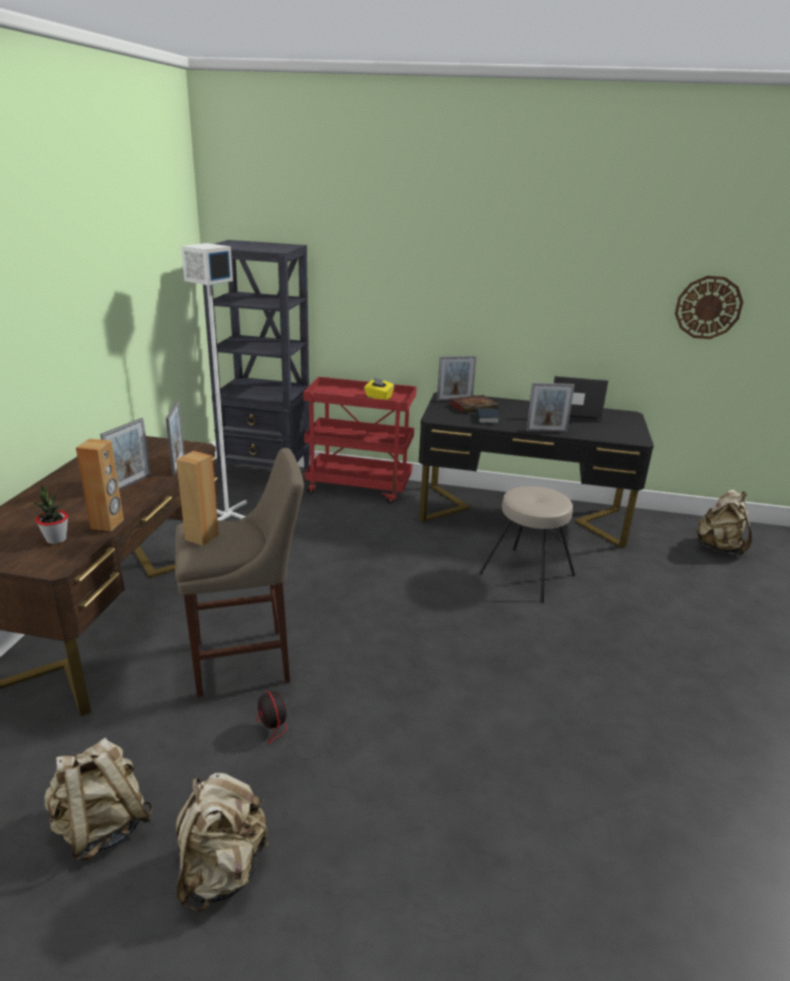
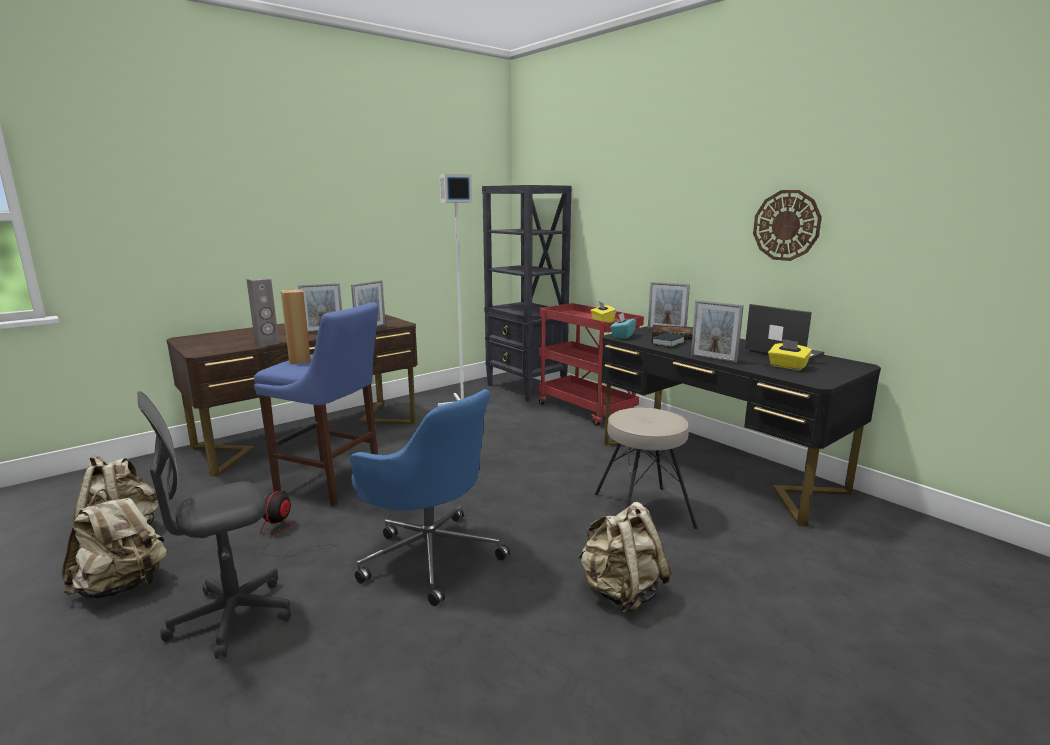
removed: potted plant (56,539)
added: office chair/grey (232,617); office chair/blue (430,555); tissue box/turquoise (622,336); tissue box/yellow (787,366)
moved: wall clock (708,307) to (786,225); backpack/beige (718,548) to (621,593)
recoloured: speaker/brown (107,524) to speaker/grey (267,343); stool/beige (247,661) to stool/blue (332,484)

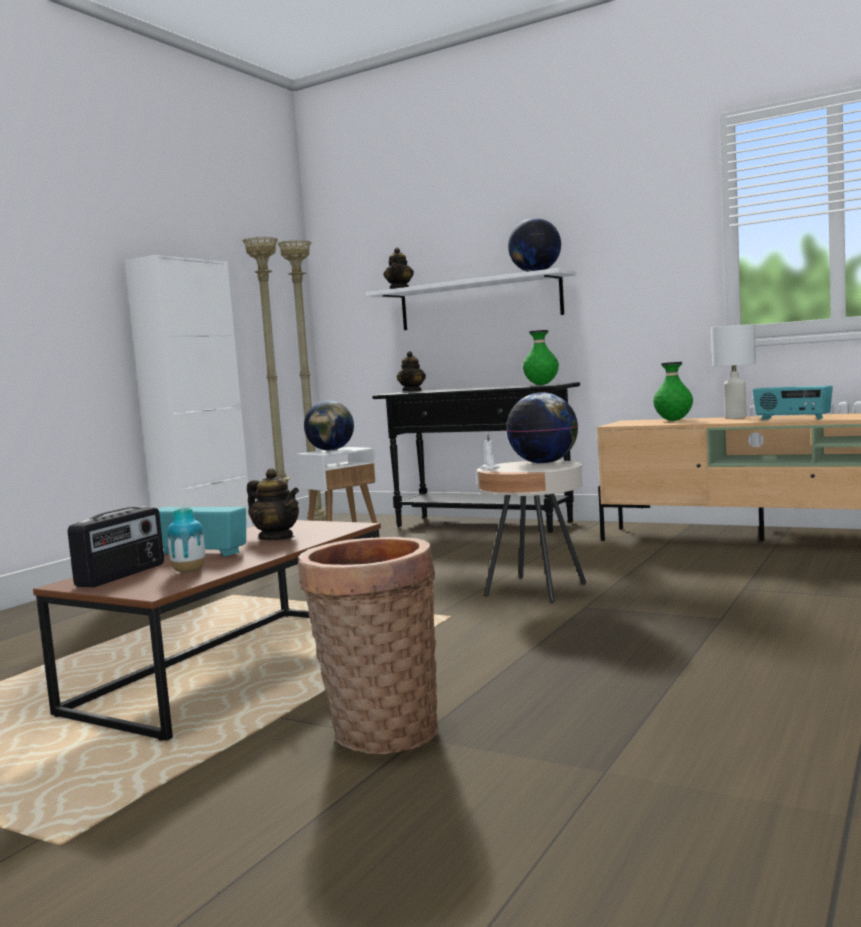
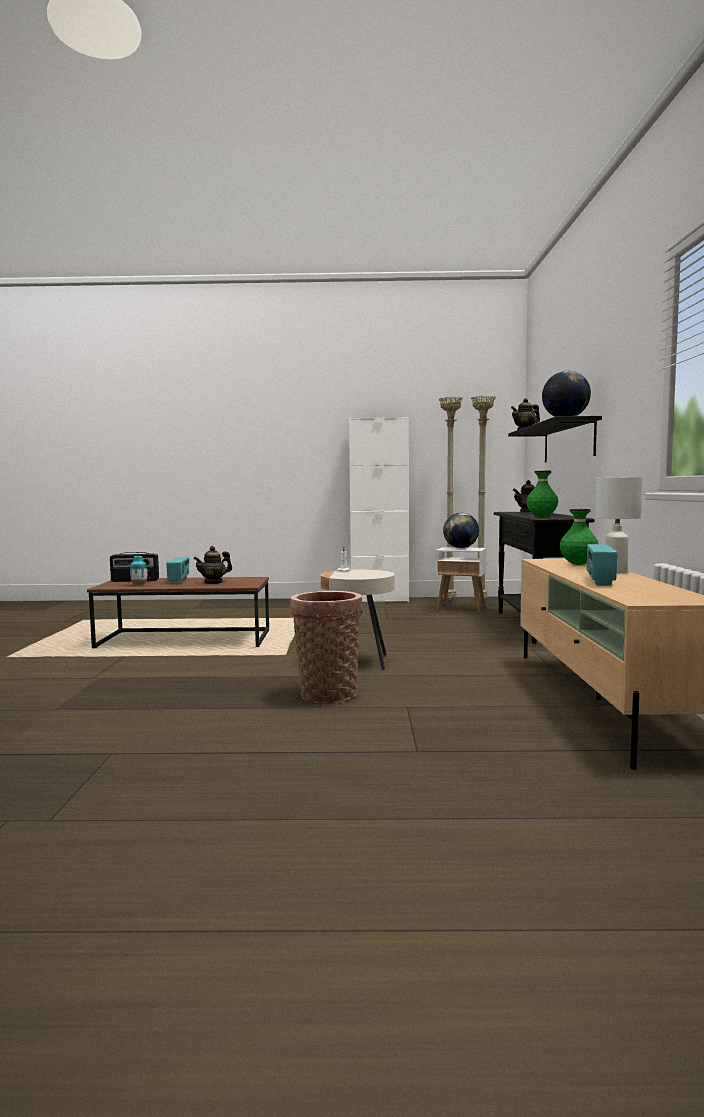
removed: globe (544,463)
moved: basket (378,731) to (327,693)
recoloured: shelf/white (479,303) to shelf/black (568,442)
turned: teapot (276,538) = (213,582) 45 degrees clockwise

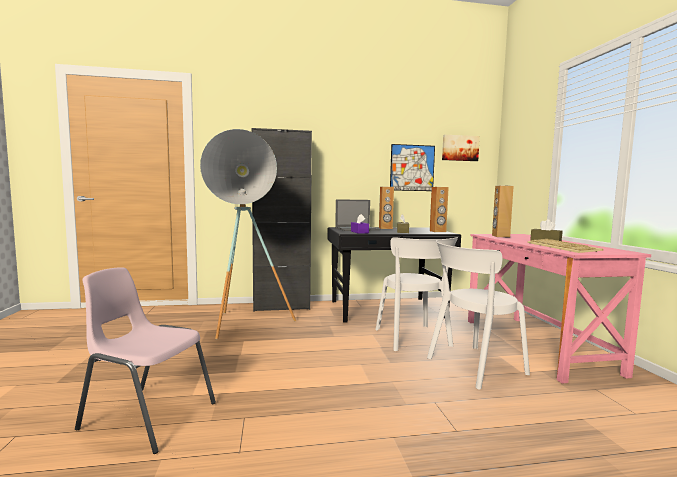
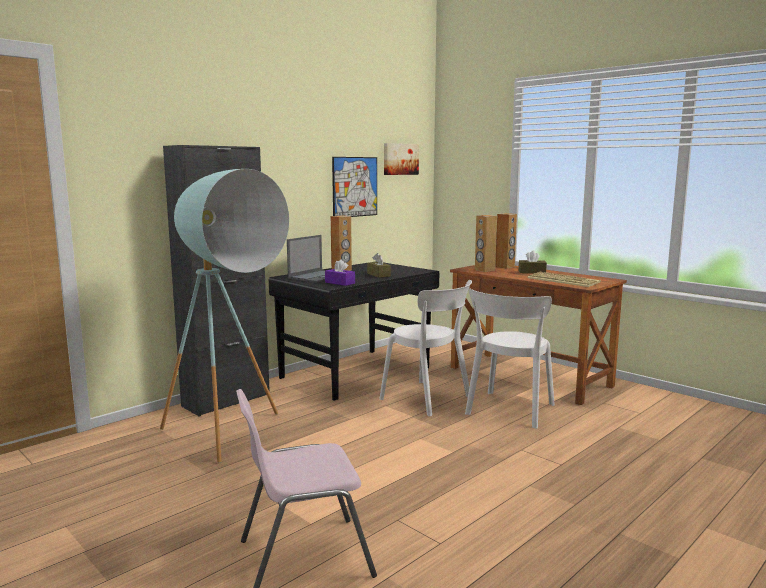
moved: speaker/brown (437,231) to (505,266)
recoloured: desk/pink (536,345) to desk/brown (529,377)

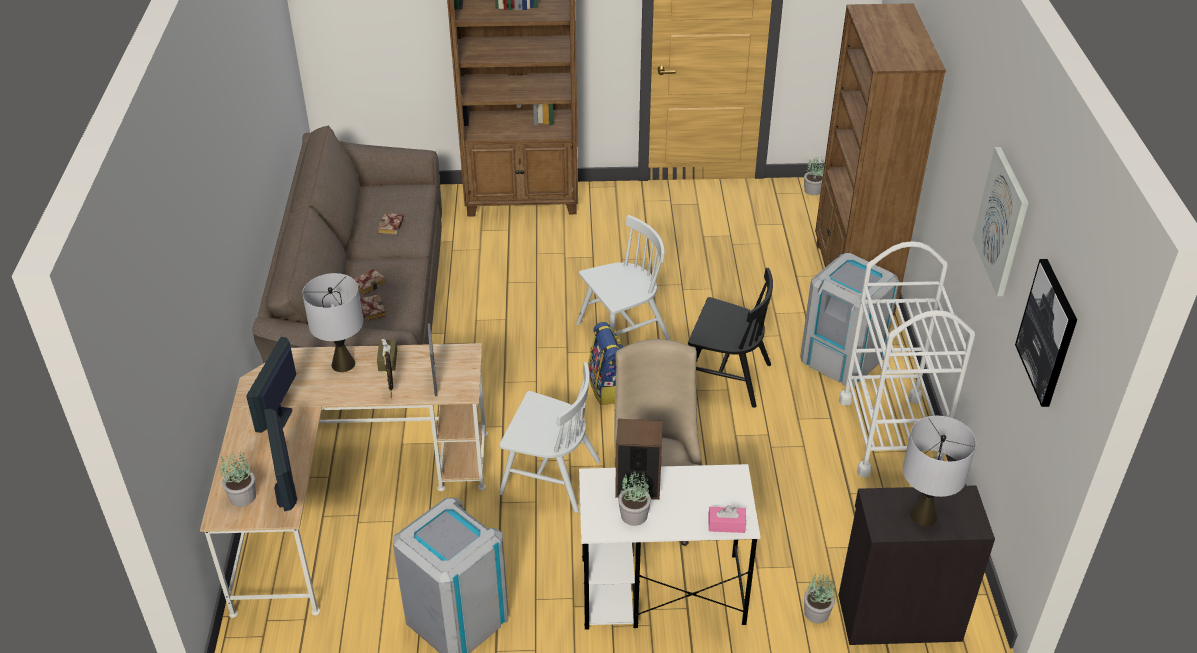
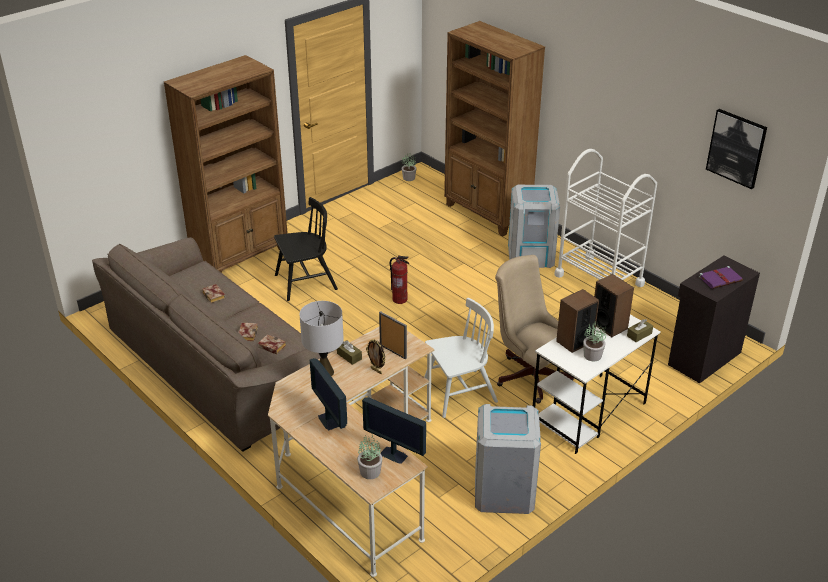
removed: backpack (608,388); potted plant (816,613); picture (1002,221)
added: speaker (609,325)
moved: chair/black (725,377) to (305,282)
replaced: chair/white (622,332) to fire extinguisher (400,299); table lamp/grey (923,515) to book/purple (720,279)
recoloured: tissue box/pink (726,525) to tissue box/brown (639,335)

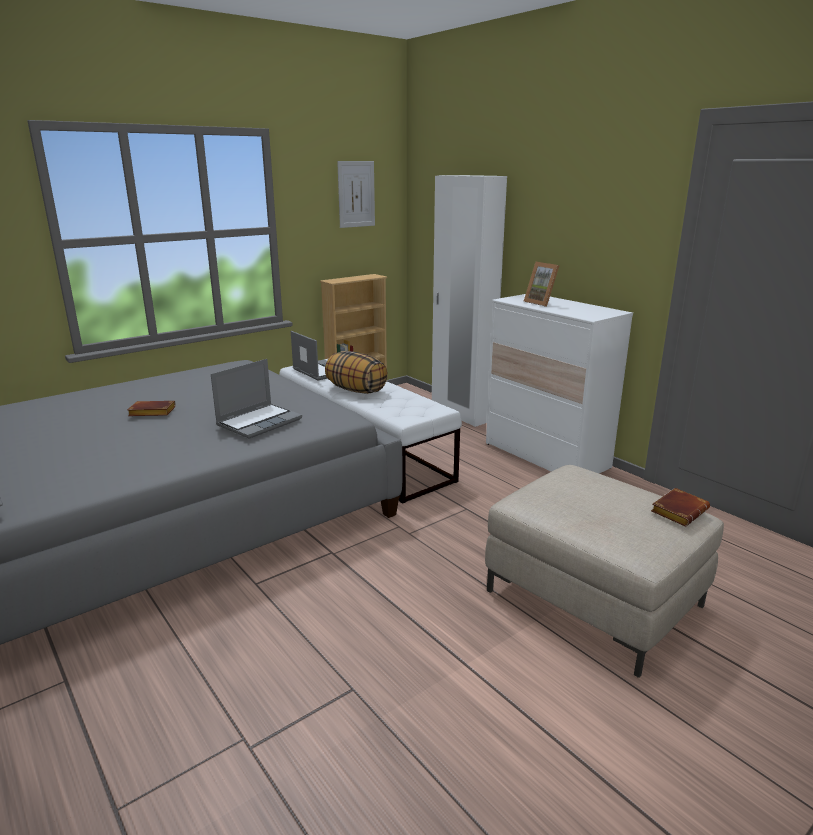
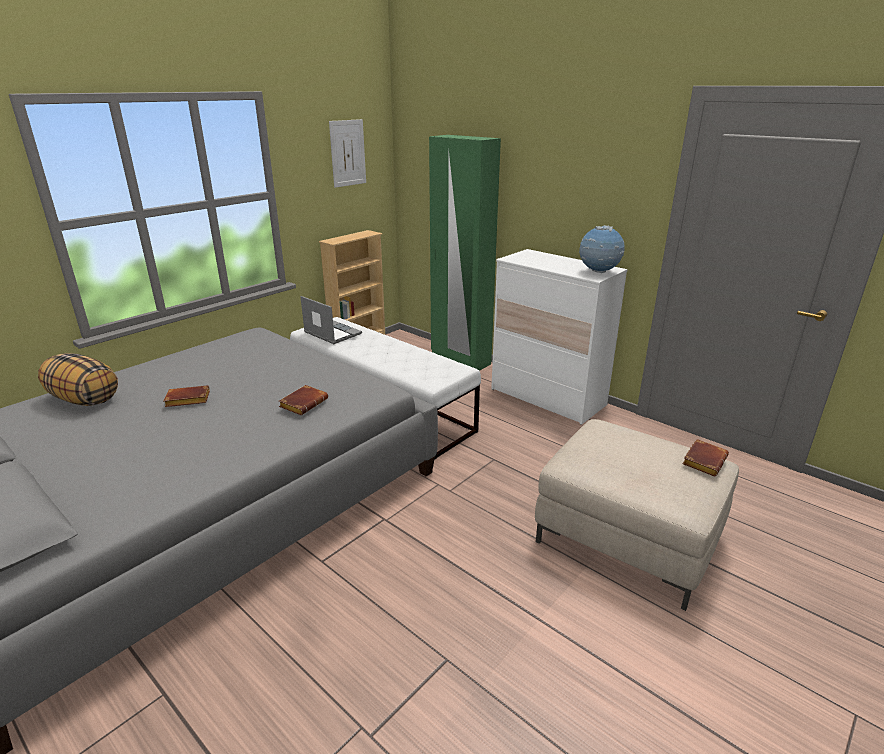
removed: picture frame (542,303)
added: globe (598,272)
moved: pillow (356,390) to (84,399)
replaced: laptop (259,422) to book/brown (304,403)
recoloured: wardrobe/white (461,414) to wardrobe/green (460,360)

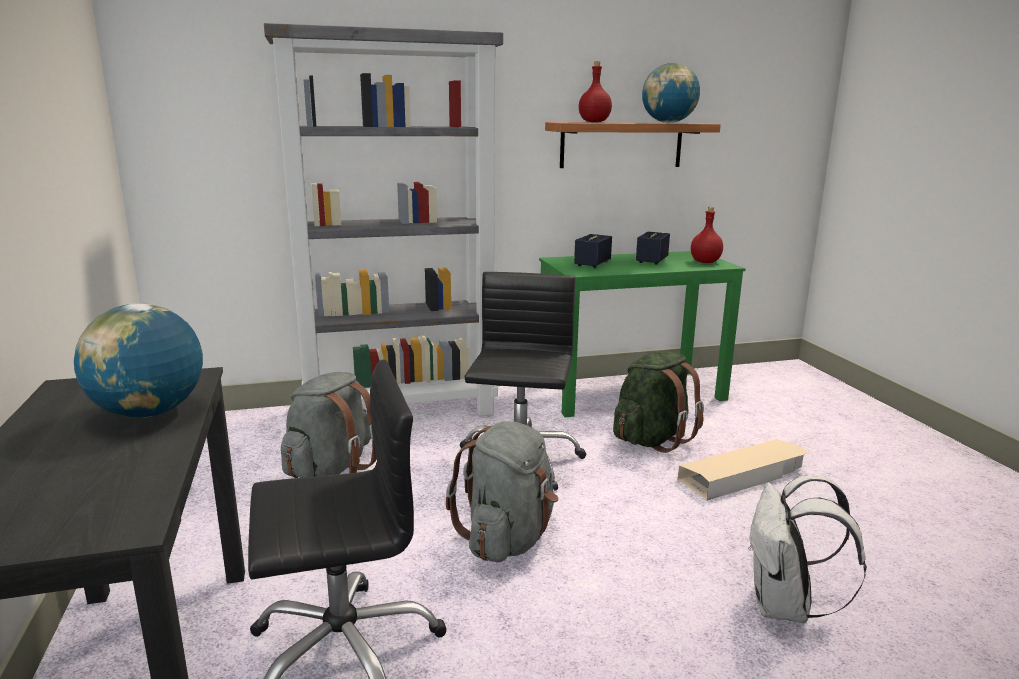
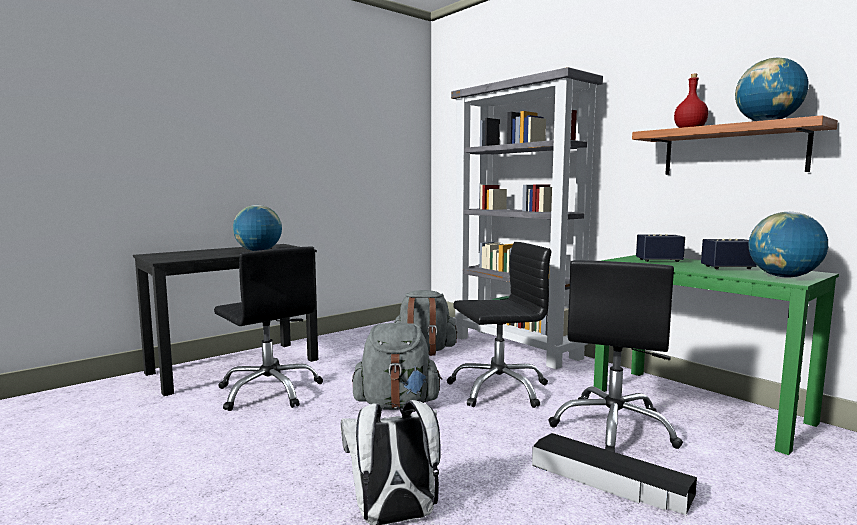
replaced: backpack/green (652,439) to office chair/black (614,428); bottle/red (705,262) to globe (783,277)
recoloured: storage box/beige (743,475) to storage box/black (610,480)

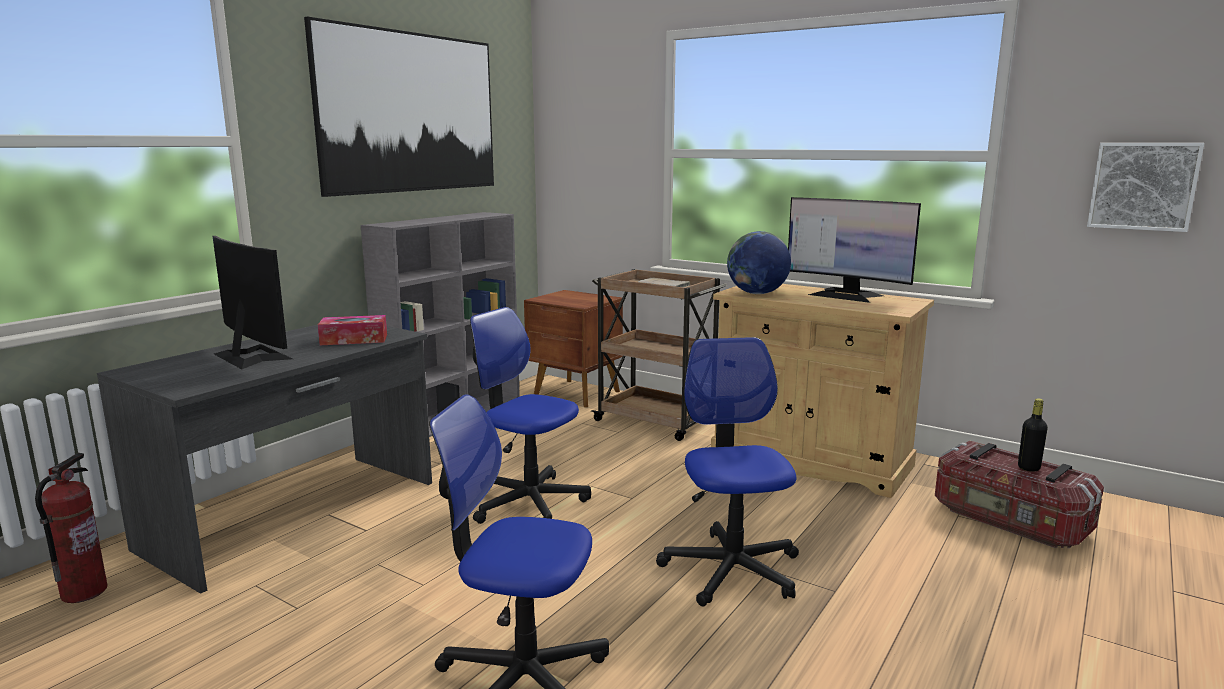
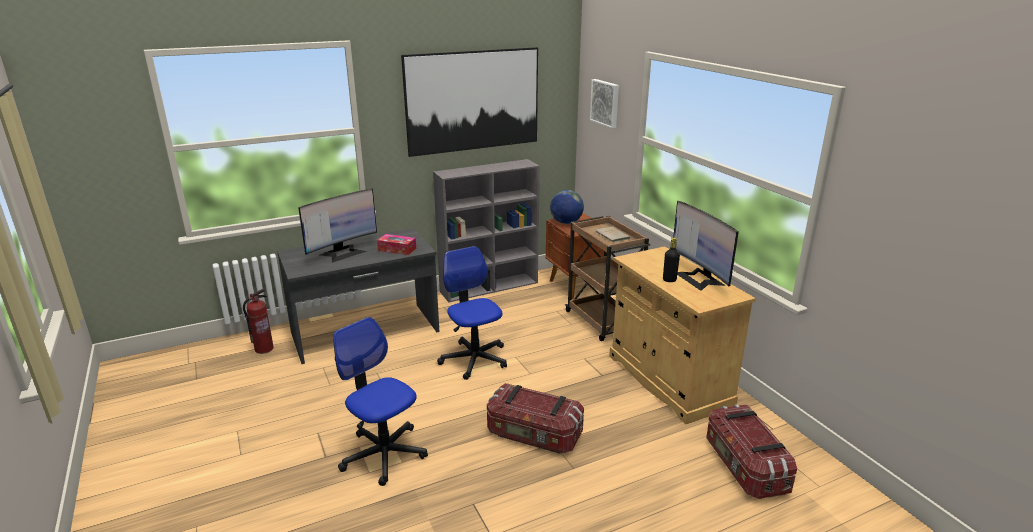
moved: globe (757,293) to (566,222); bottle/black (1028,468) to (669,280); picture (1143,186) to (605,103)
replaced: office chair (731,569) to storage box (534,435)
turned: monitor (252,356) = (343,253) 60 degrees clockwise

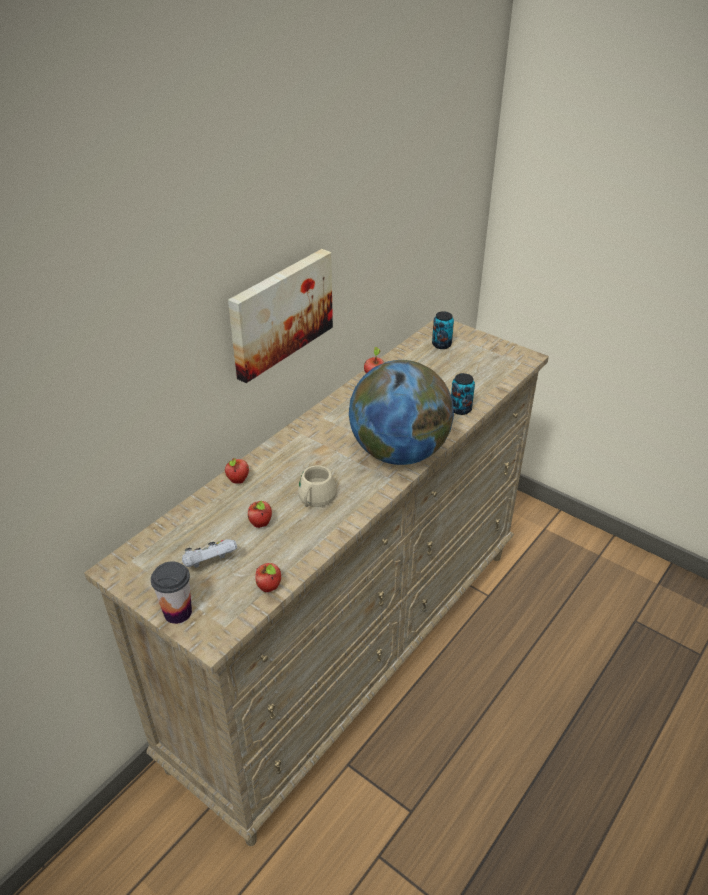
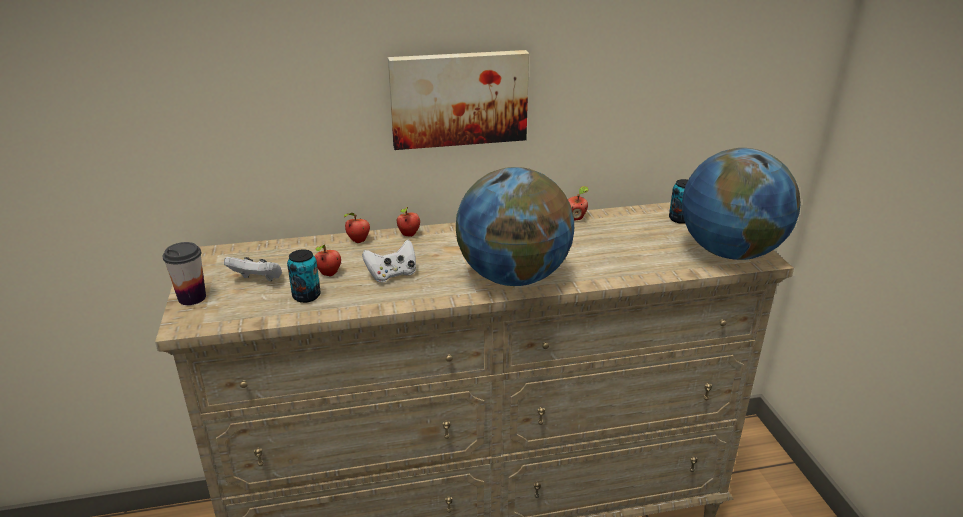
added: globe (730,252)
moved: apple (270,588) to (409,235); can (460,409) to (306,296)
replaced: mug/beige (311,497) to game controller/white (392,275)

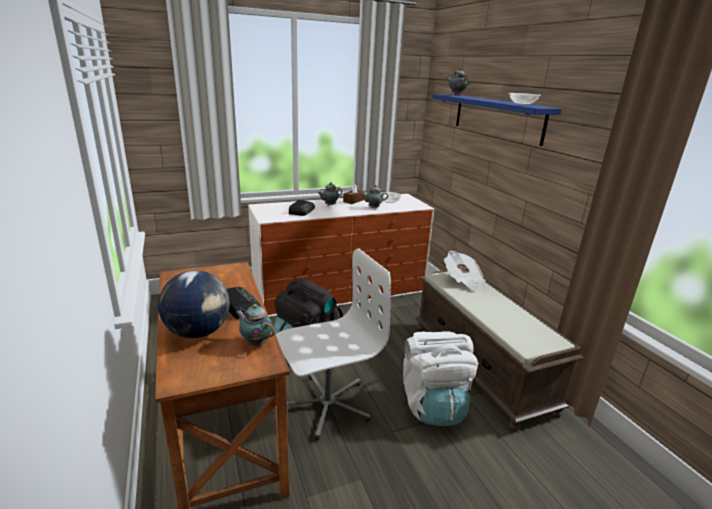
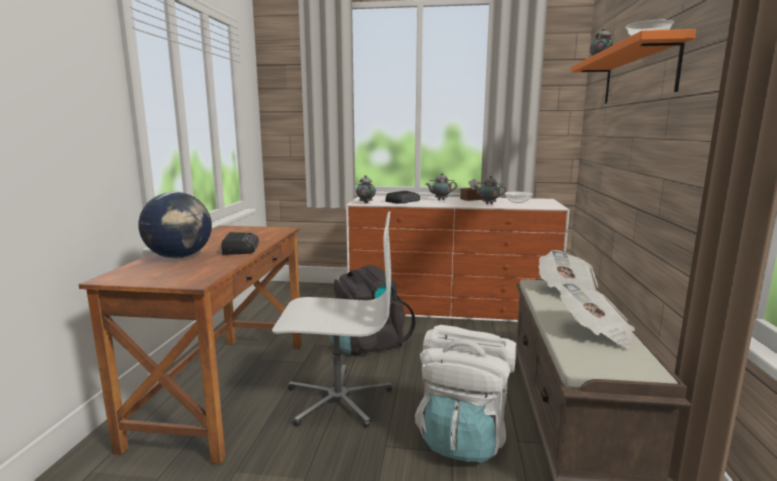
added: newspaper (596,333)
moved: teapot (256,342) to (365,203)
recoloured: shelf/blue (497,117) to shelf/orange (637,75)

